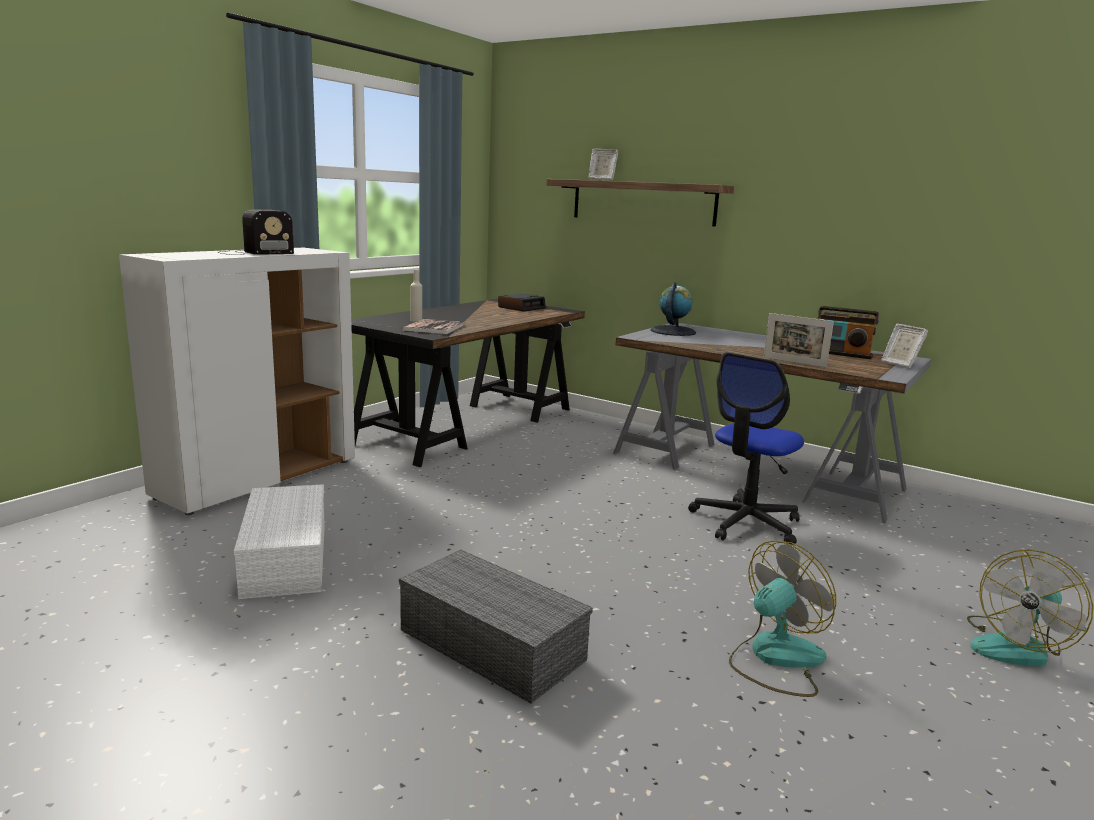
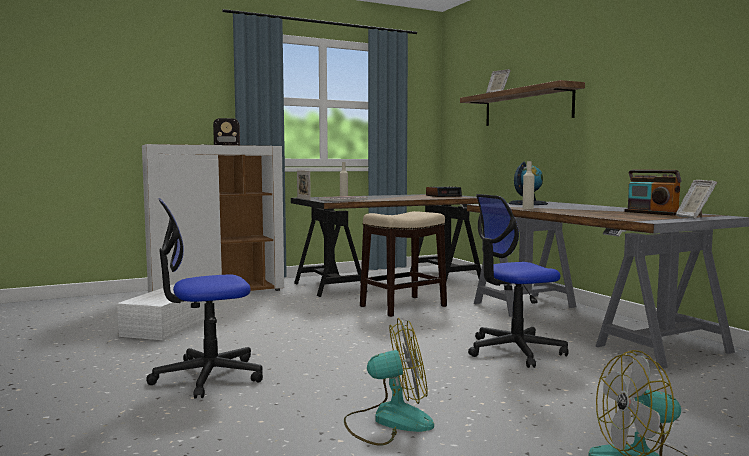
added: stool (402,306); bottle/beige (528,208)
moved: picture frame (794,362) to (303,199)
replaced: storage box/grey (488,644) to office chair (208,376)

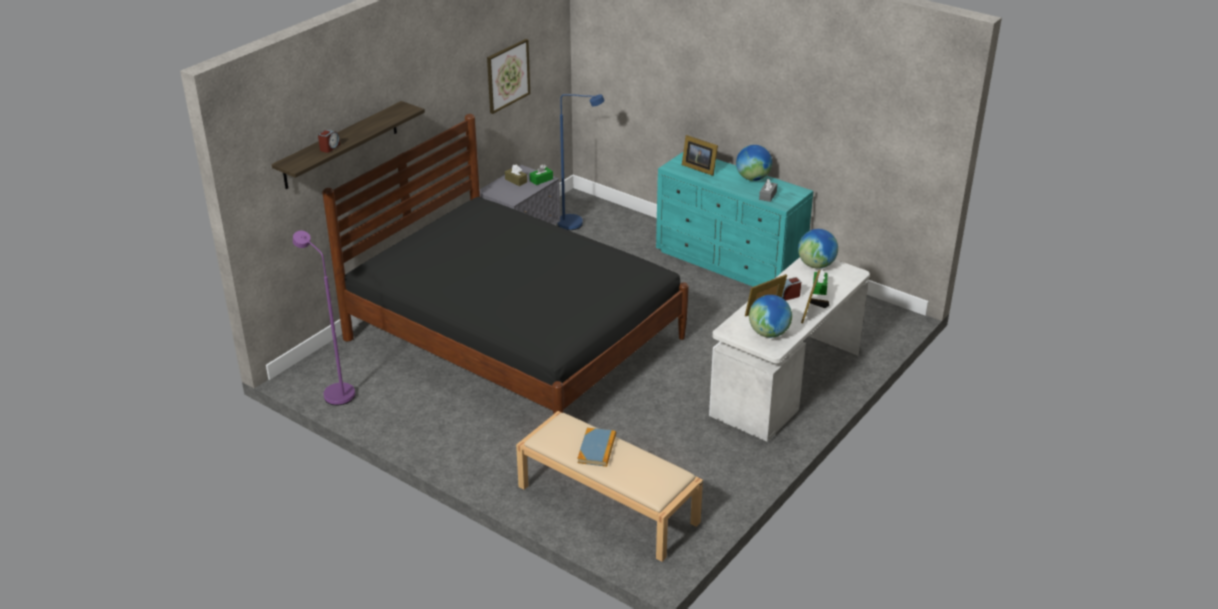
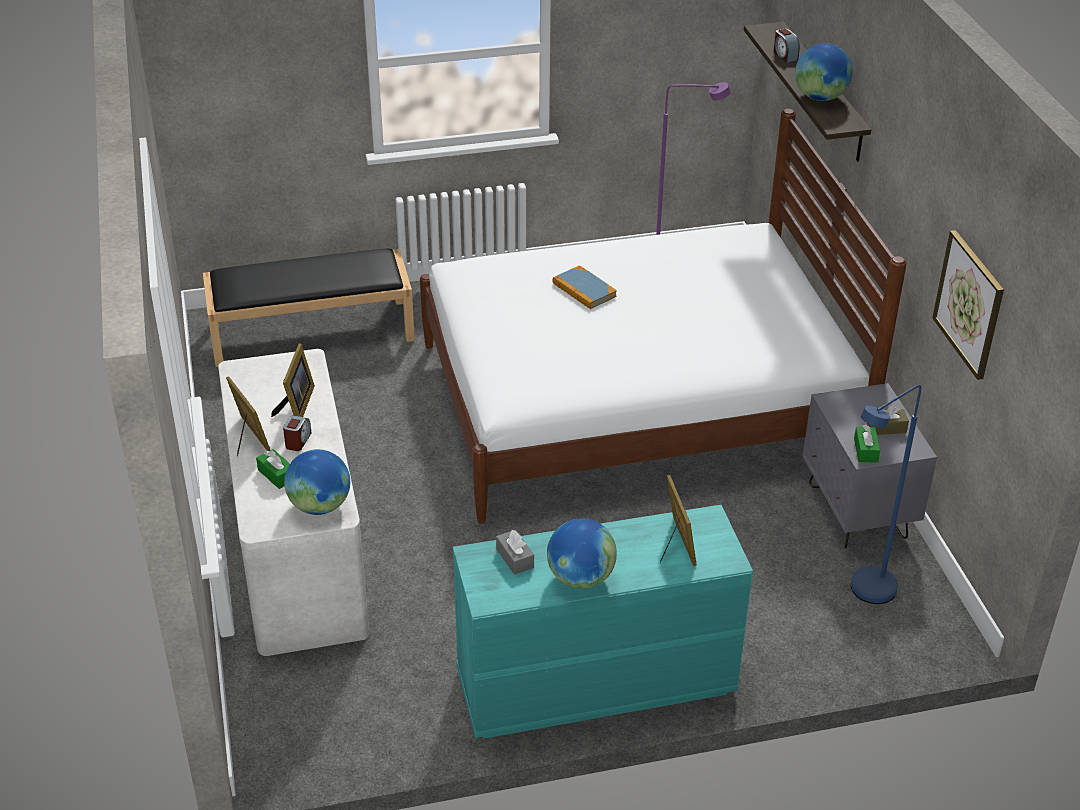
moved: book (597,449) to (584,290); globe (769,333) to (820,97)
recoloured: bed/black (515,339) to bed/white (635,403); bench/beige (606,504) to bench/black (313,331)
turned: picture frame (699,168) = (676,544) 90 degrees clockwise

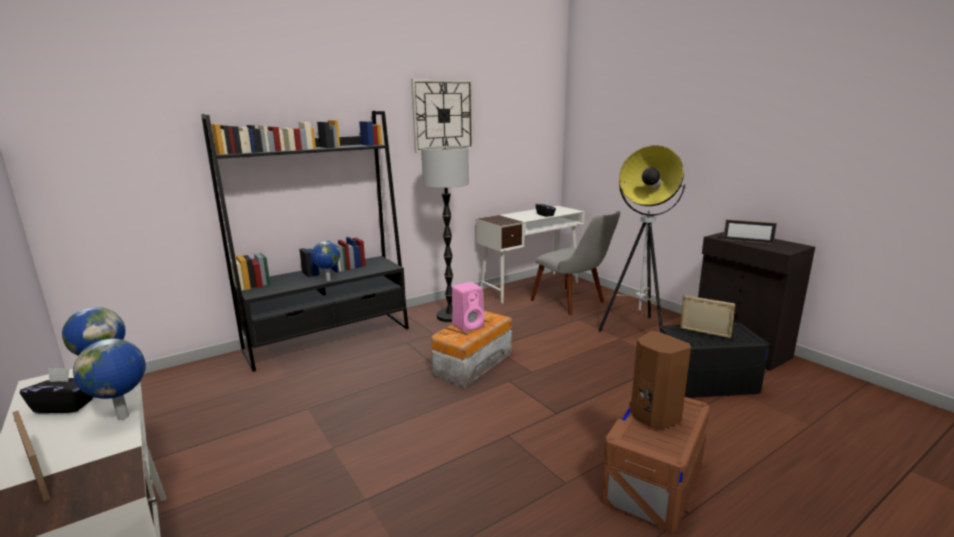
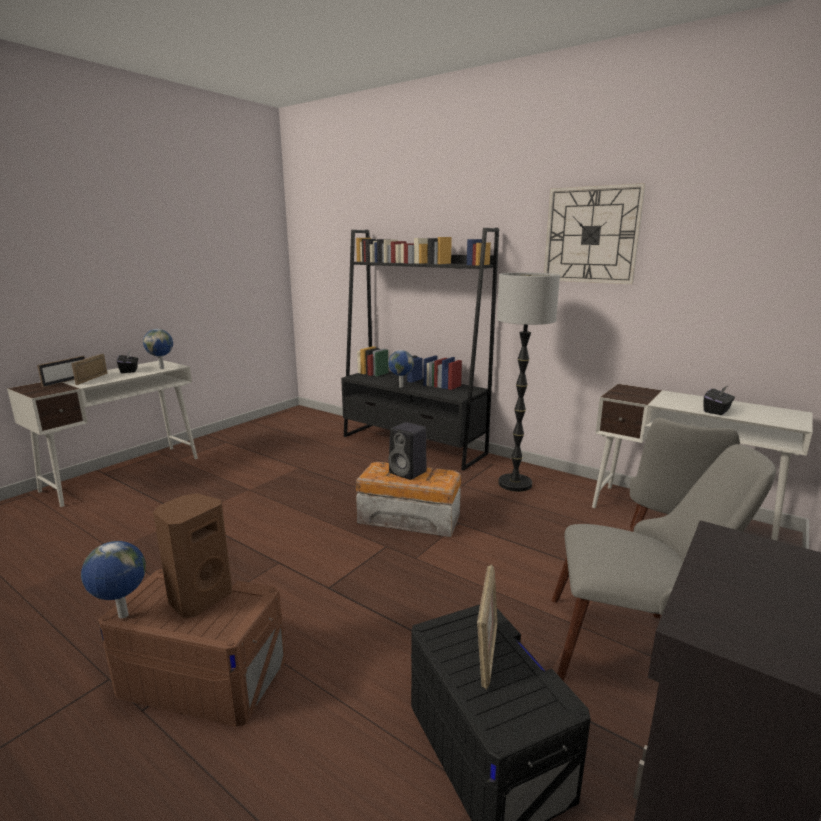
moved: globe (124,417) to (123,616); picture frame (747,241) to (92,378)
replaced: floor lamp (638,330) to chair/grey (633,646)
recoloured: speaker/pink (469,325) to speaker/black (409,472)

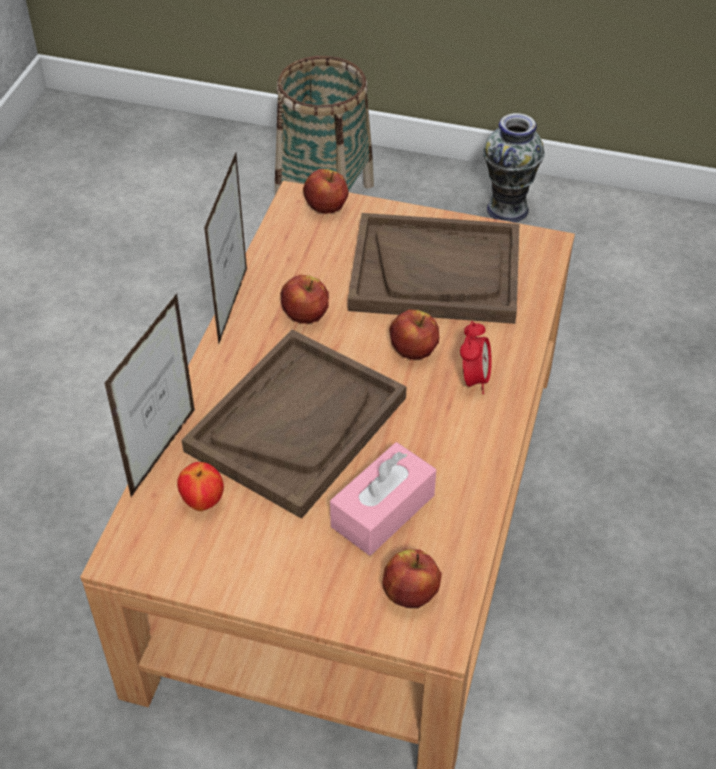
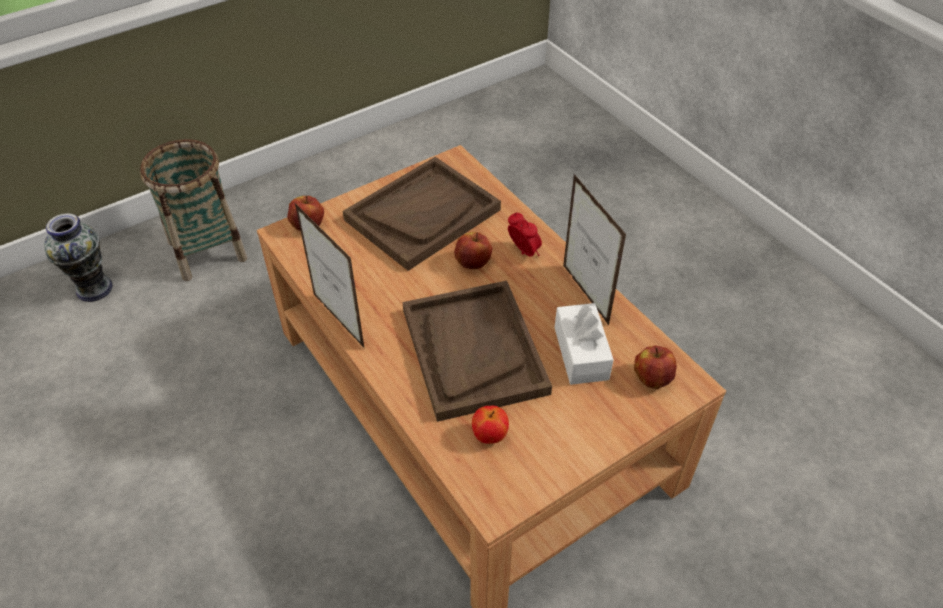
removed: apple (305,314)
moved: picture frame (164,452) to (585,294); vase (508,209) to (94,288)
recoloured: tissue box/pink (383,511) to tissue box/white (581,353)

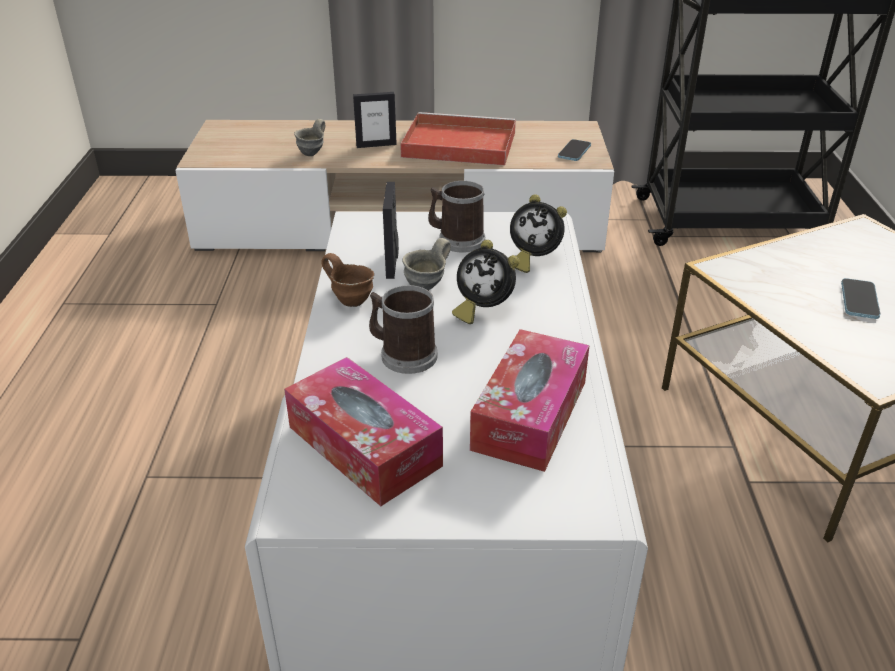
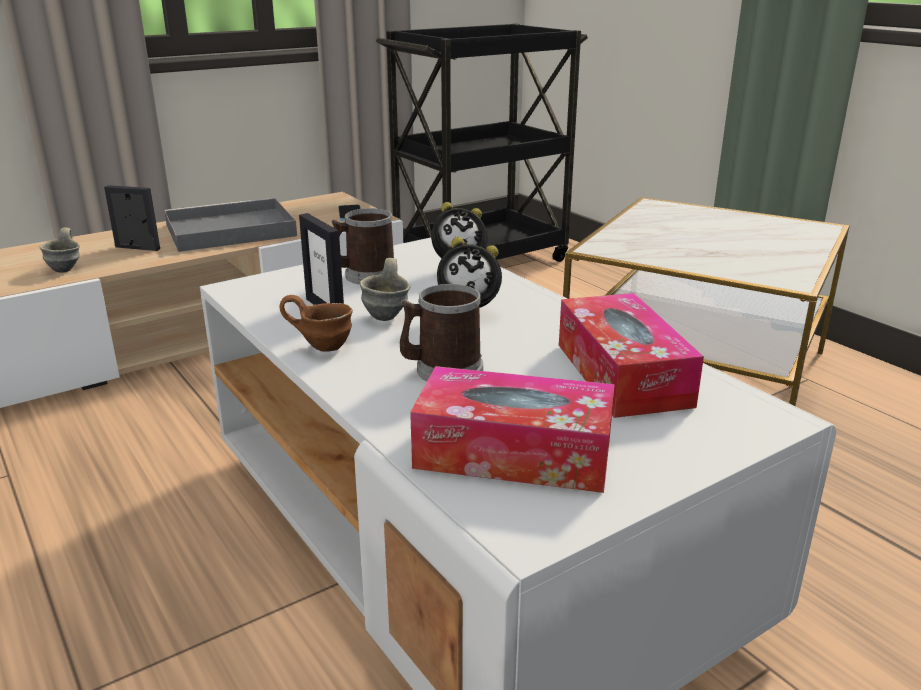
removed: phone (859,300)
recoloured: tray/red (457,144) to tray/grey (228,231)
turned: picture frame (376,145) = (137,248) 120 degrees counterclockwise

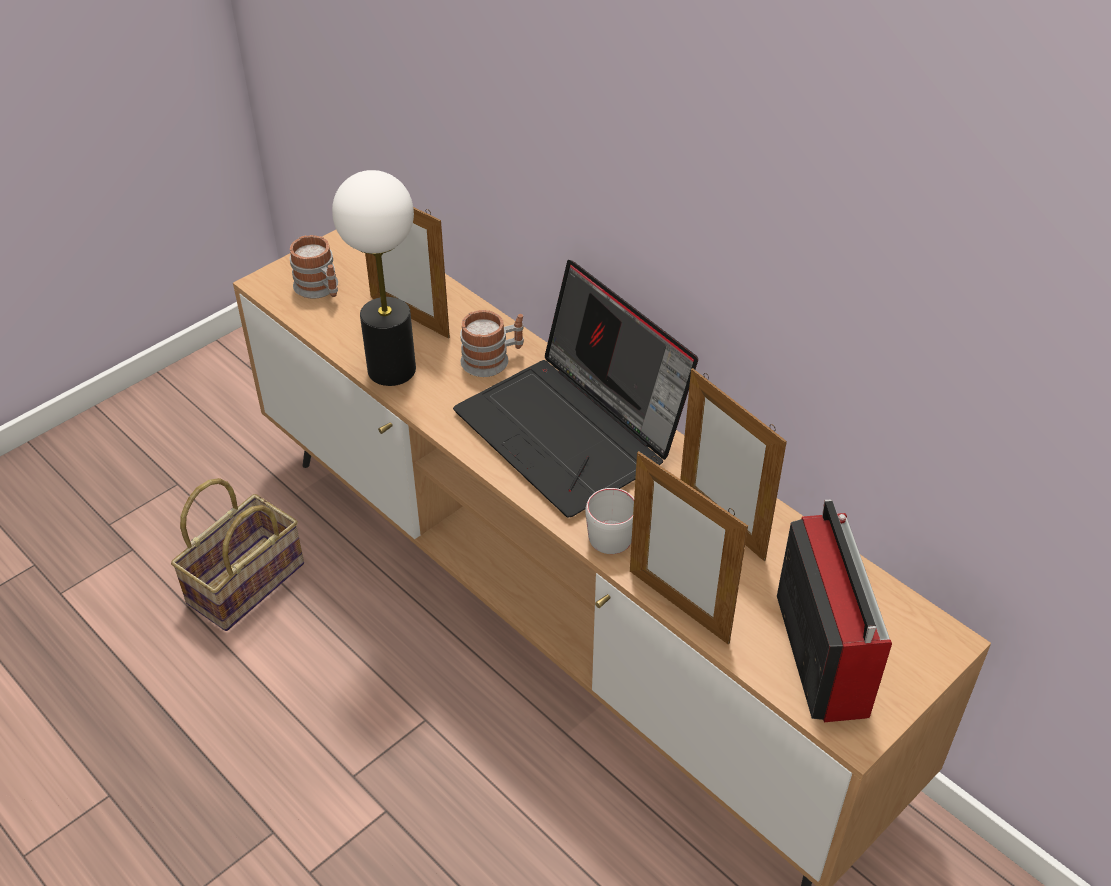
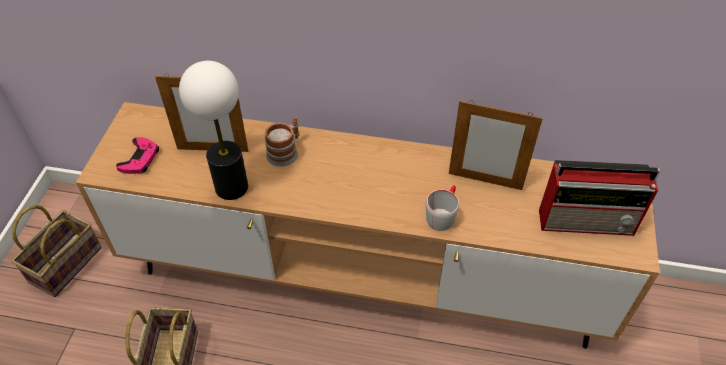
removed: laptop (573,432); picture frame (678,606)
added: basket (66,263)
replaced: mug (320,289) to game controller/pink (140,159)
turned: radio (822,650) = (588,221) 135 degrees clockwise

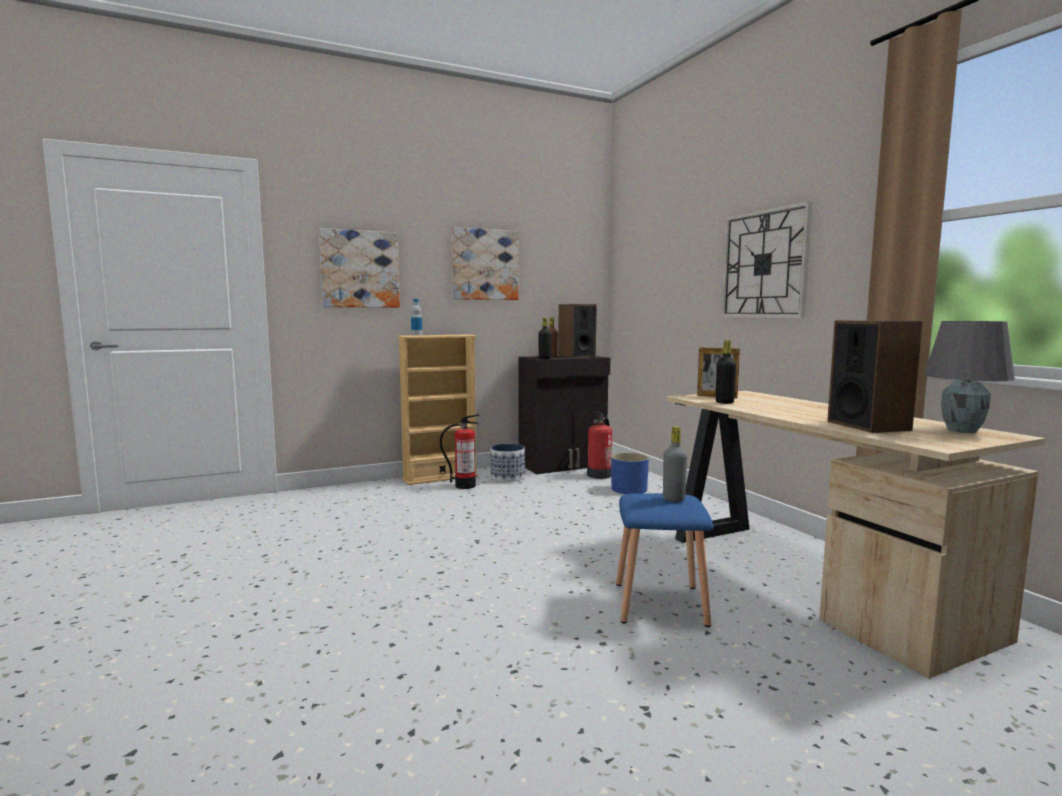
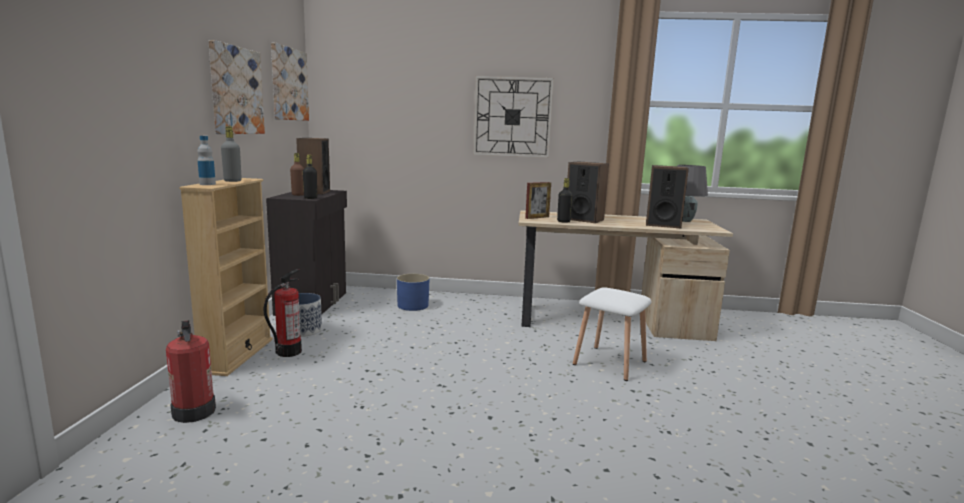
added: speaker (584,219)
moved: picture (360,269) to (288,84); fire extinguisher (600,475) to (194,411); bottle/grey (673,499) to (232,181)
recoloured: stool/blue (659,603) to stool/white (608,363)

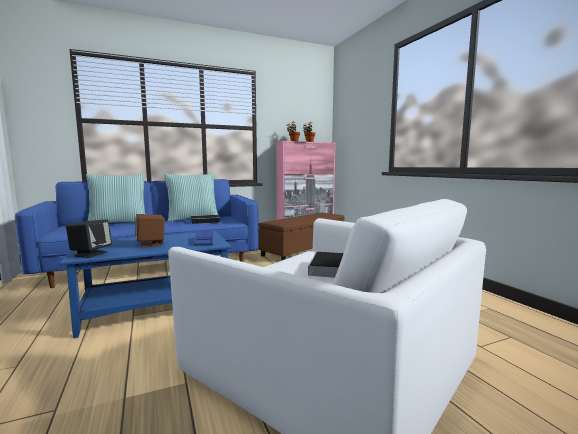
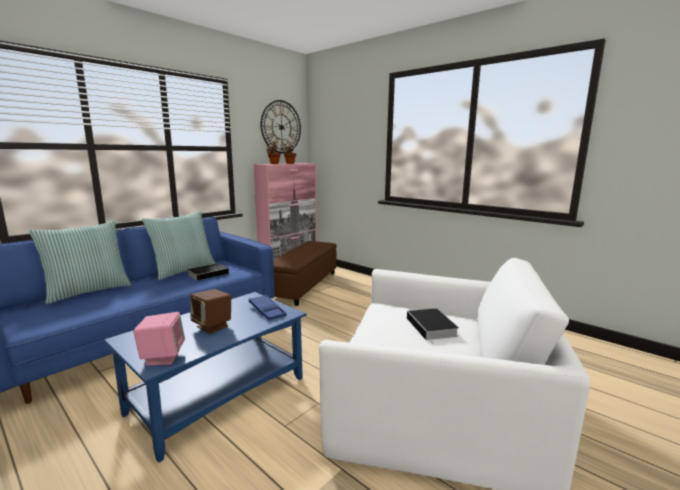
added: wall clock (281,127)
recoloured: speaker/black (91,254) to speaker/pink (162,357)

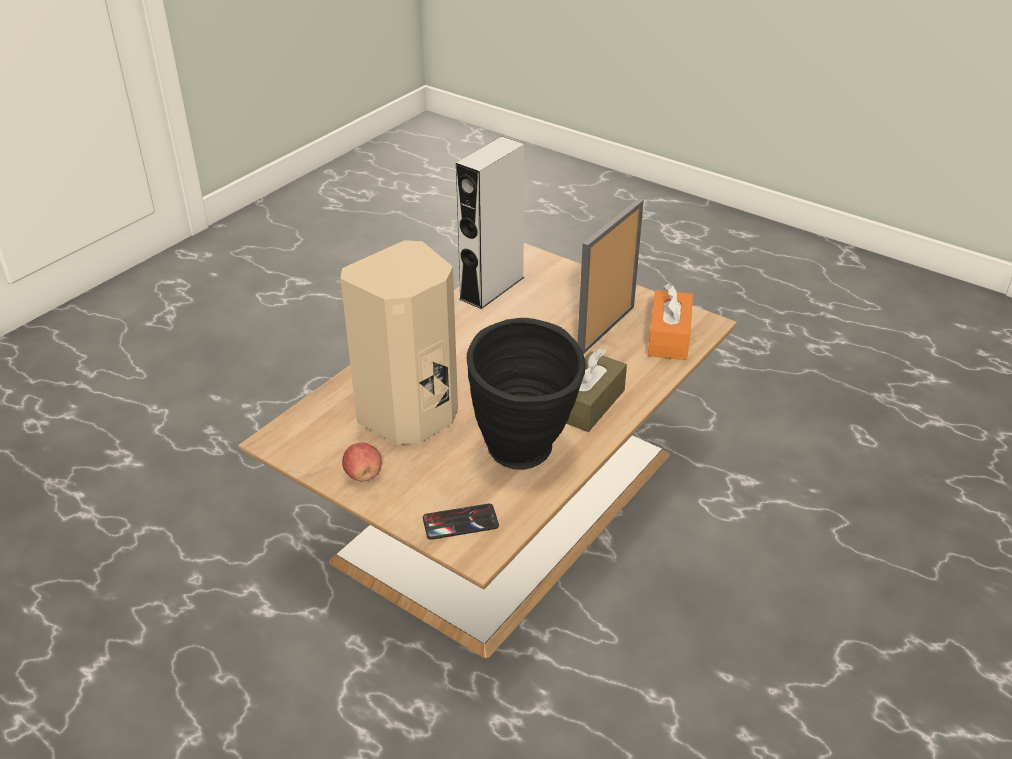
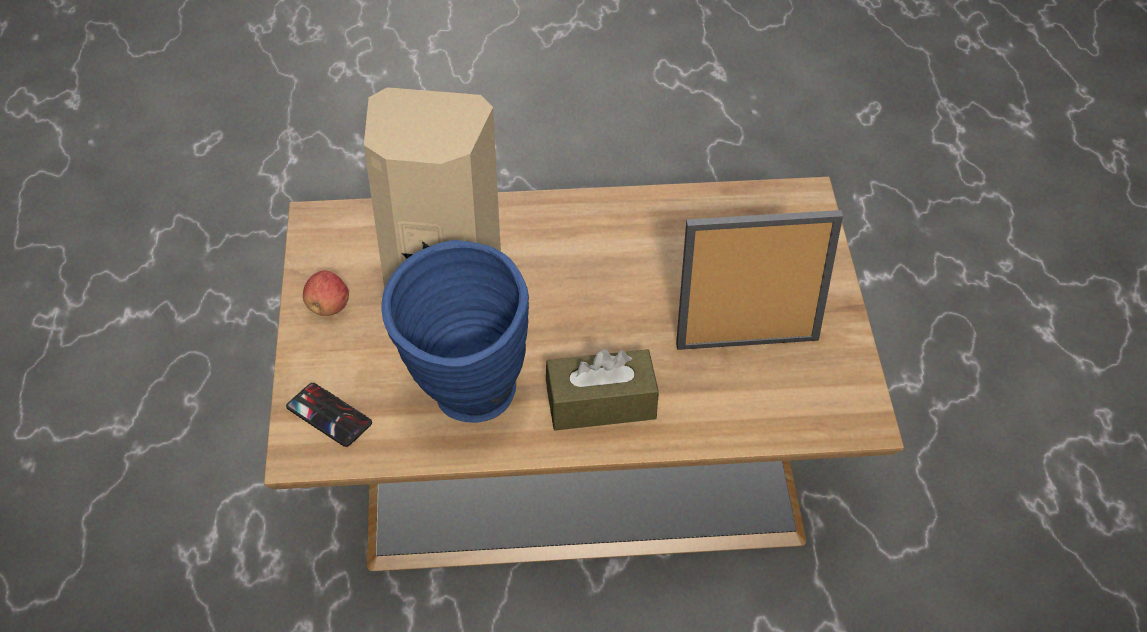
removed: speaker/grey (492,288); tissue box/orange (669,337)
recoloured: vase/black (525,458) to vase/blue (465,406)

